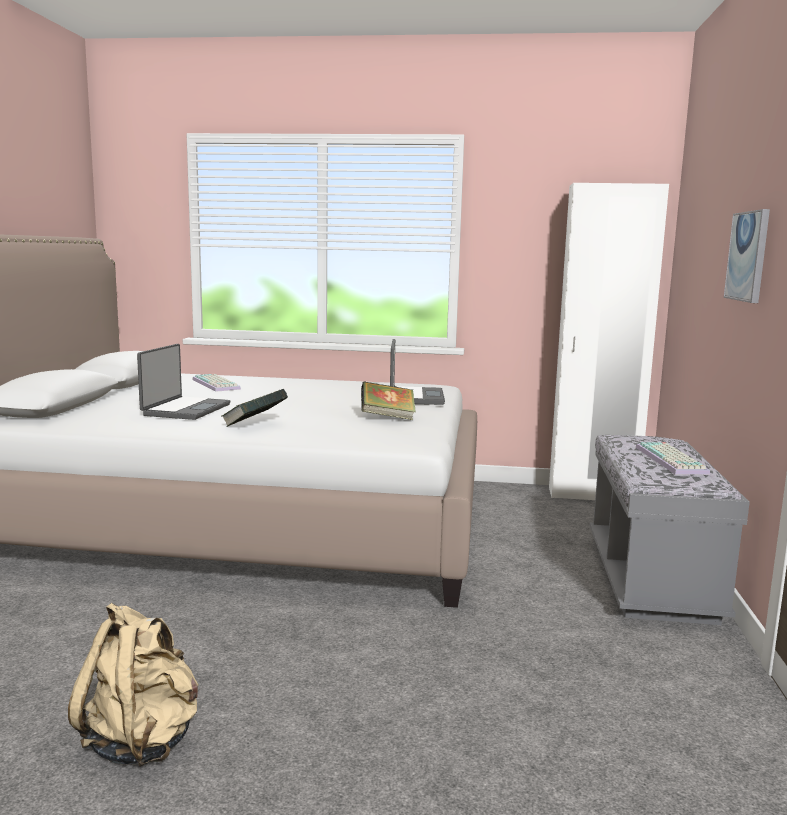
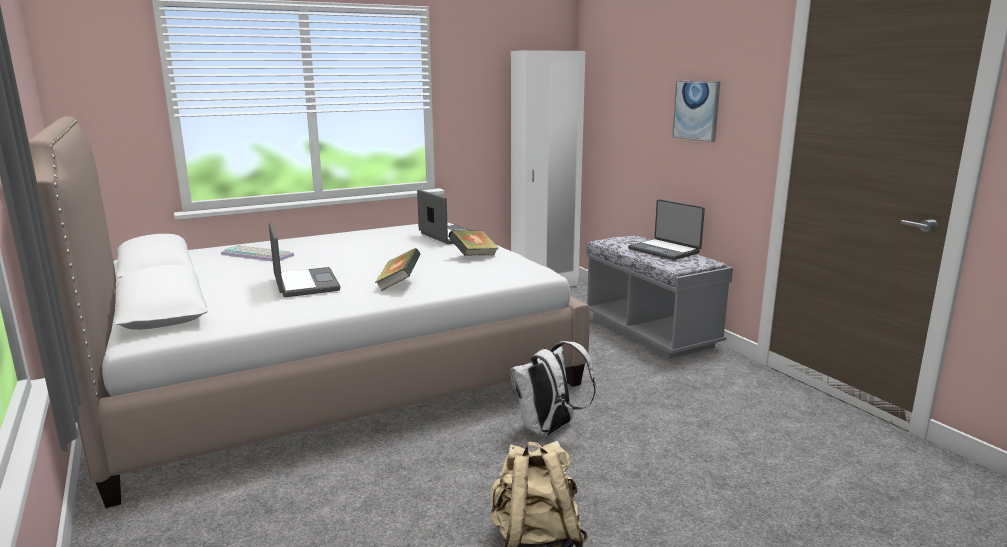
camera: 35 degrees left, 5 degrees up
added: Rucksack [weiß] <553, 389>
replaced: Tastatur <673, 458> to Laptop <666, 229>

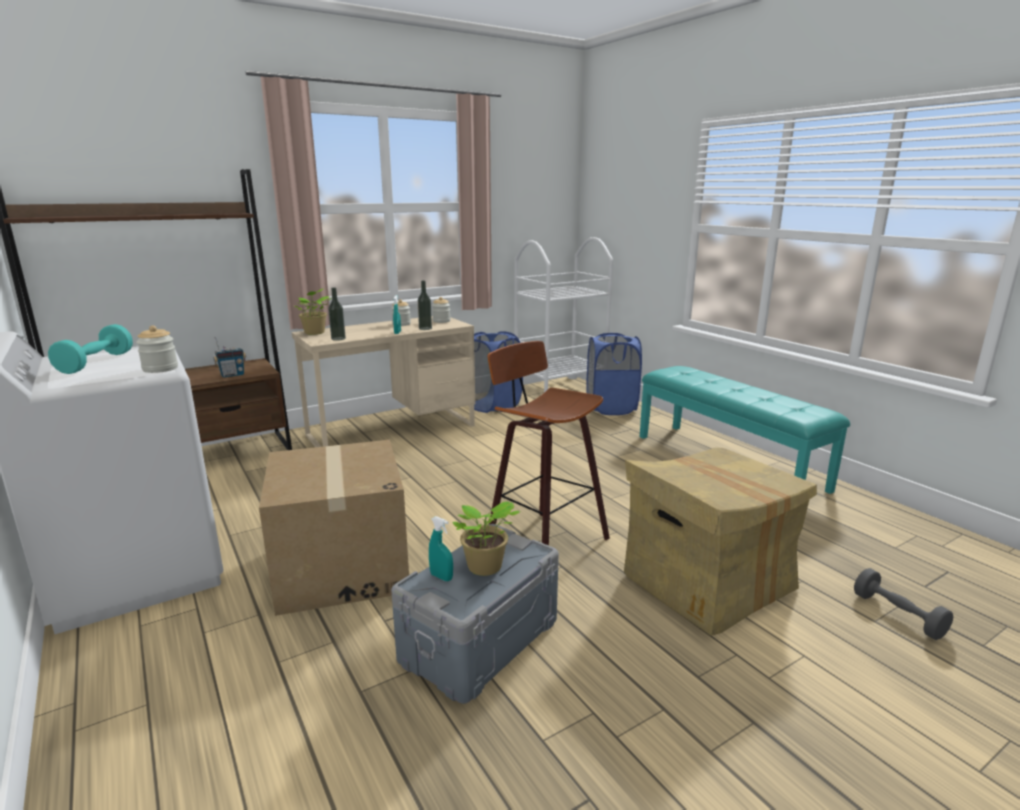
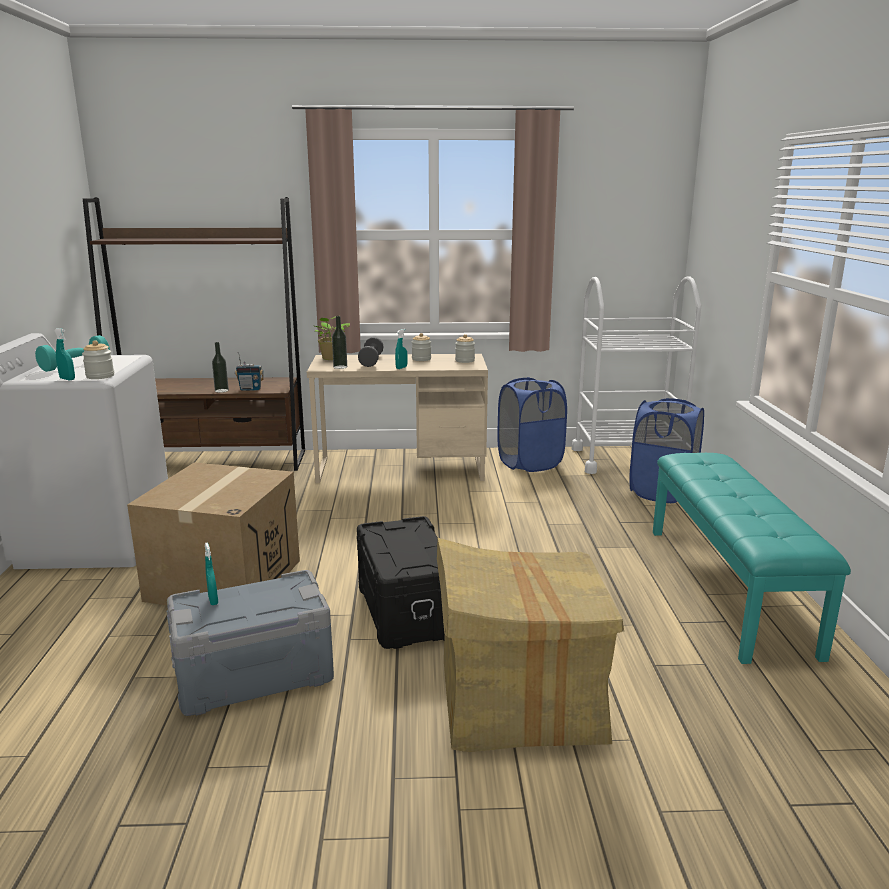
camera: 30 degrees right, 0 degrees up
removed: Topfpflanze <486, 539>
added: Sprühflasche [türkis] <64, 354>
moved: Flasche <425, 305> to <220, 367>; Hantel [grau] <903, 604> to <371, 352>
replaced: Hocker <549, 443> to Aufbewahrungsbox [schwarz] <401, 582>

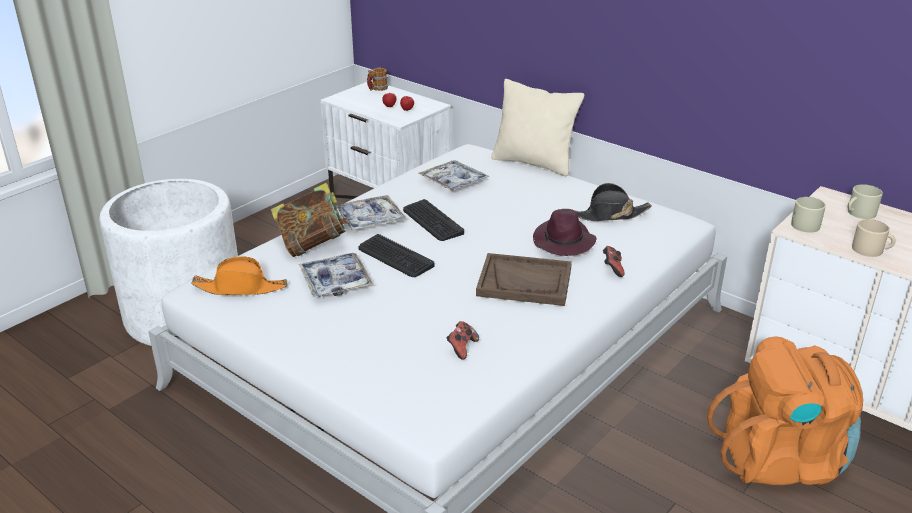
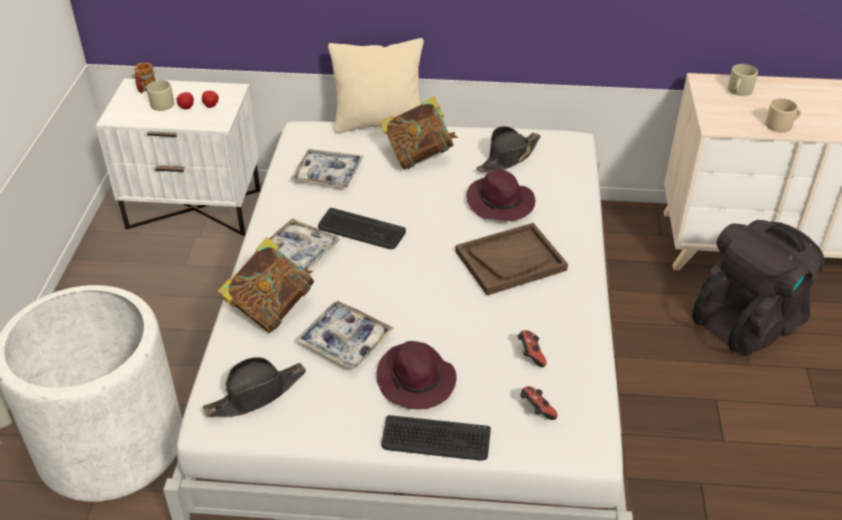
camera: 35 degrees left, 10 degrees up
added: Buch <419, 133>; Hut [lila] <416, 375>
moved: Henkelbecher [beige] <808, 215> to <160, 95>; Tastatur <396, 255> to <436, 438>; Gamepad <614, 261> to <539, 403>
recoloured: Hut [orange] <239, 275> to Hut [schwarz] <254, 387>; Rucksack [orange] <785, 410> to Rucksack [schwarz] <758, 288>

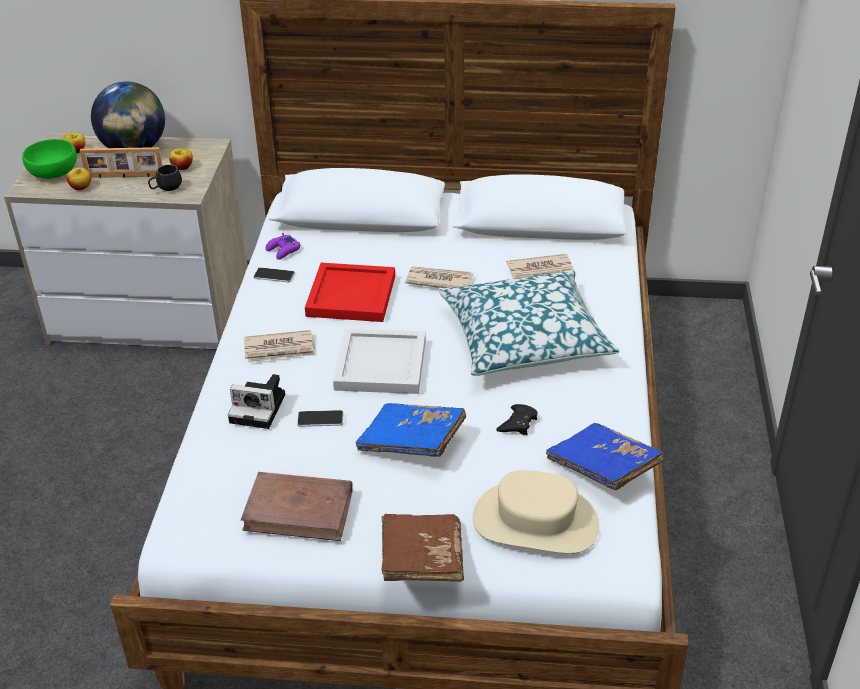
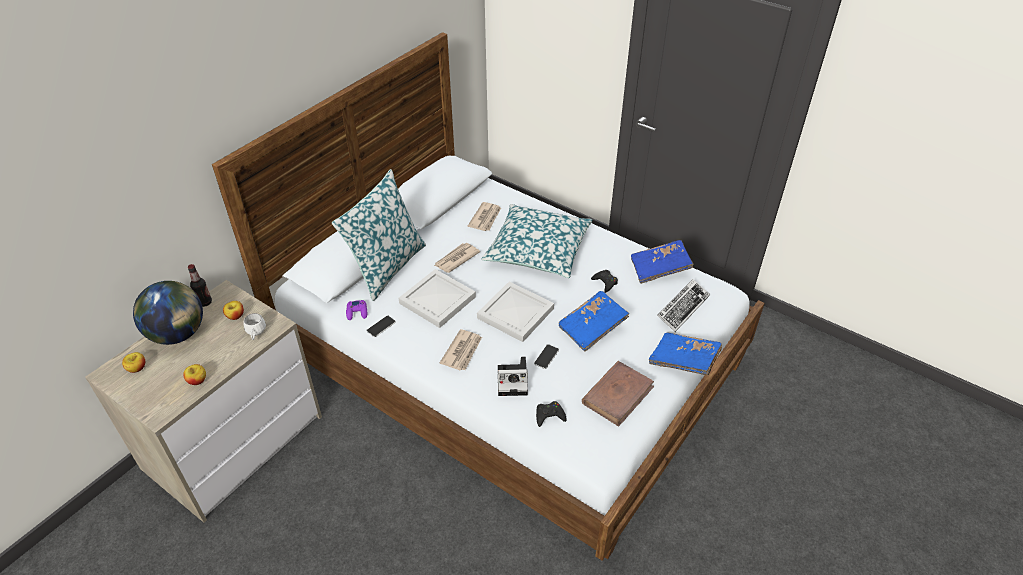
camera: 60 degrees left, 5 degrees up
removed: Schüssel [grün] <49, 159>; Bilderrahmen <121, 162>
added: Kissen <379, 235>; Flasche <200, 285>; Gamepad [schwarz] <551, 414>
replaced: Hut [beige] <536, 512> to Tastatur <683, 305>
recoloured: Henkelbecher [schwarz] <165, 178> to Henkelbecher [weiß] <255, 326>; Tablett [rot] <350, 292> to Tablett [weiß] <437, 298>; Buch [braun] <423, 548> to Buch [blau] <685, 354>
turned: Kamera <256, 401> = <513, 376> 45 degrees clockwise

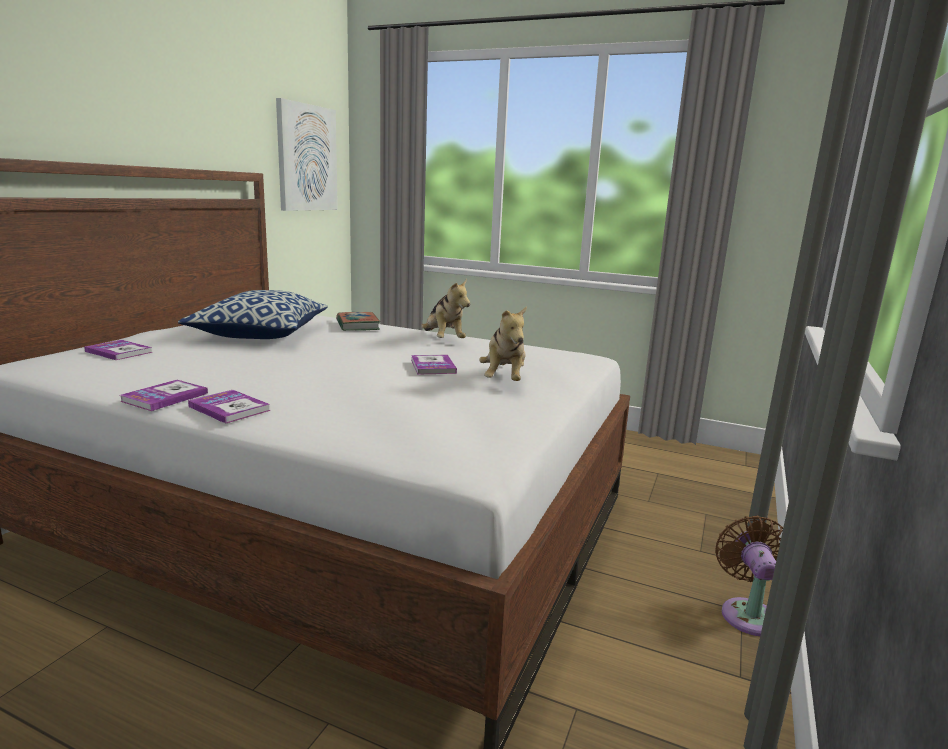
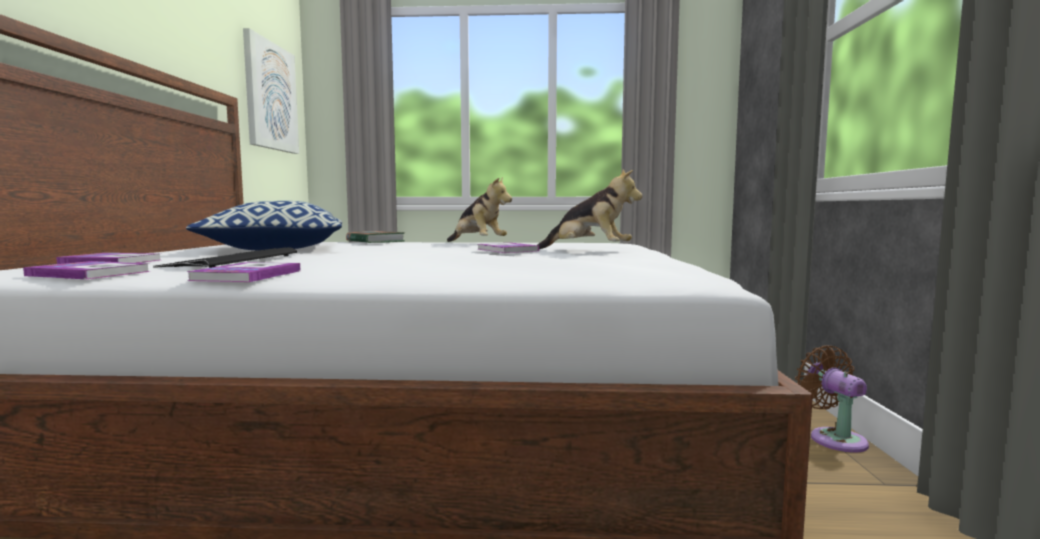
camera: 20 degrees left, 10 degrees down
added: Tastatur <225, 257>
moved: Buch <229, 407> to <86, 270>
turned: Plüschtier <503, 343> = <590, 209> 45 degrees counterclockwise

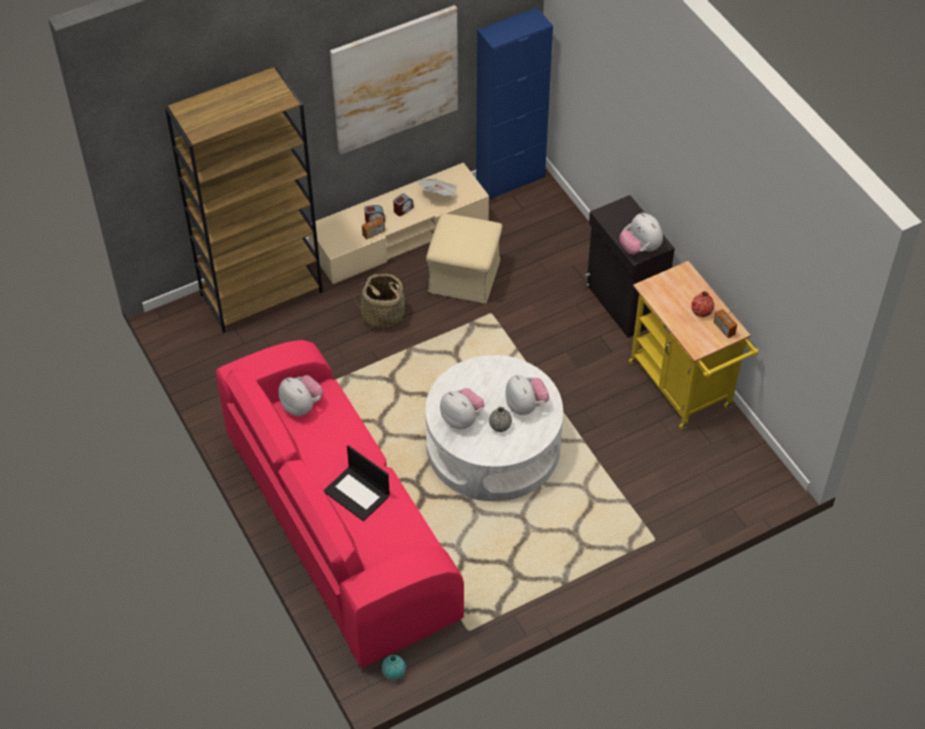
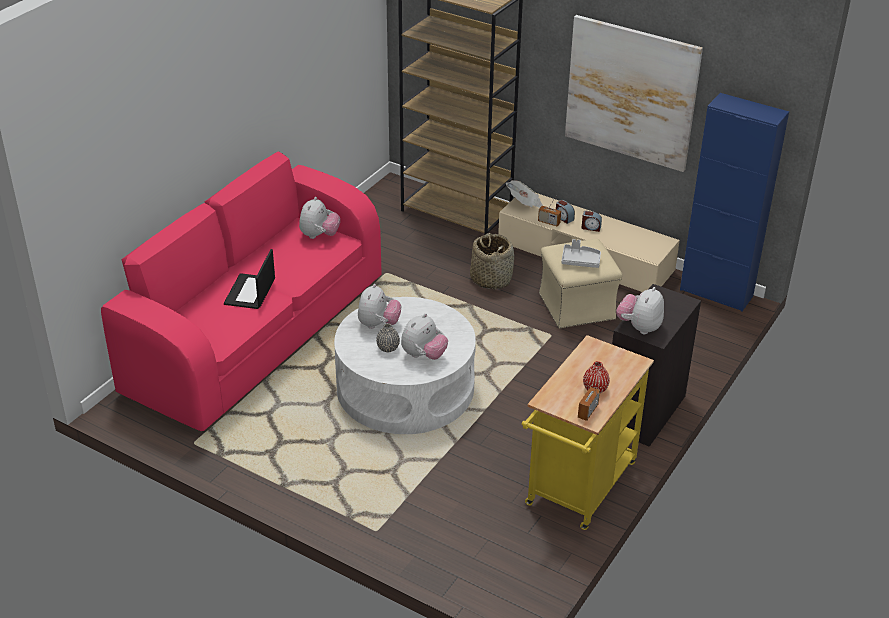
camera: 60 degrees right, 15 degrees down
removed: Vase [türkis] <393, 667>
added: Tablett [grau] <581, 253>
moved: Zeitung <437, 187> to <524, 194>

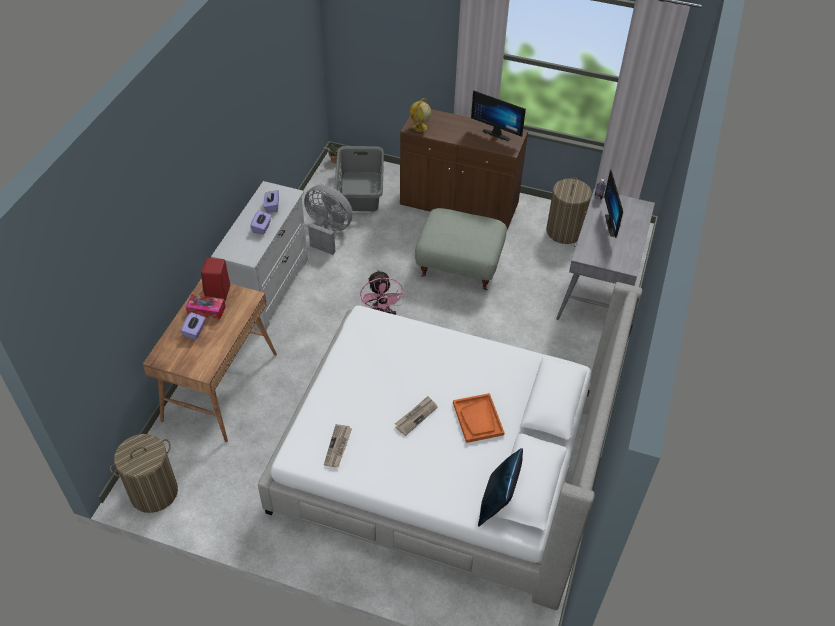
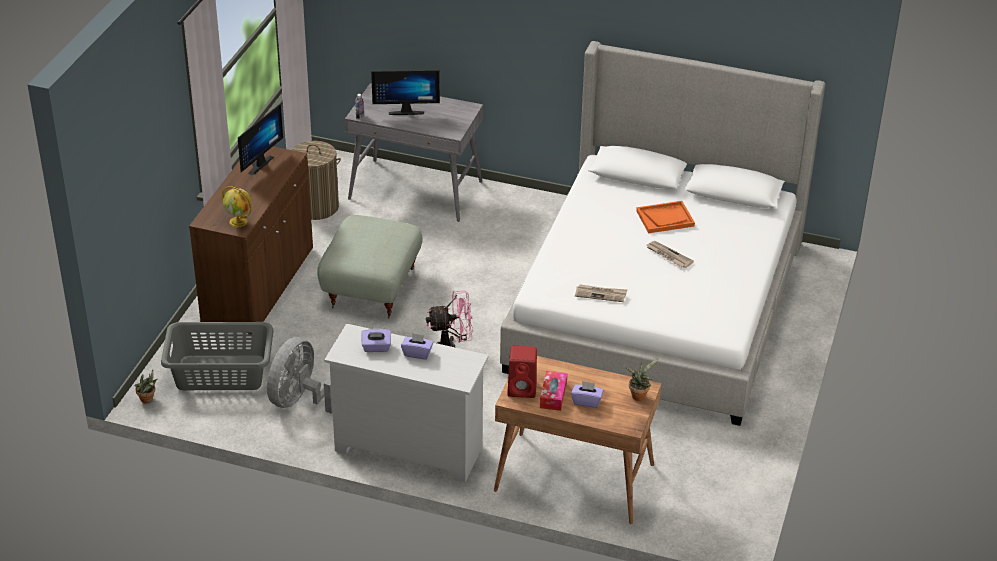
camera: 90 degrees left, 10 degrees down
removed: Wäschekorb <144, 473>; Kissen [blau] <500, 487>
added: Topfpflanze <643, 379>
moved: Zeitung <338, 446> to <601, 293>

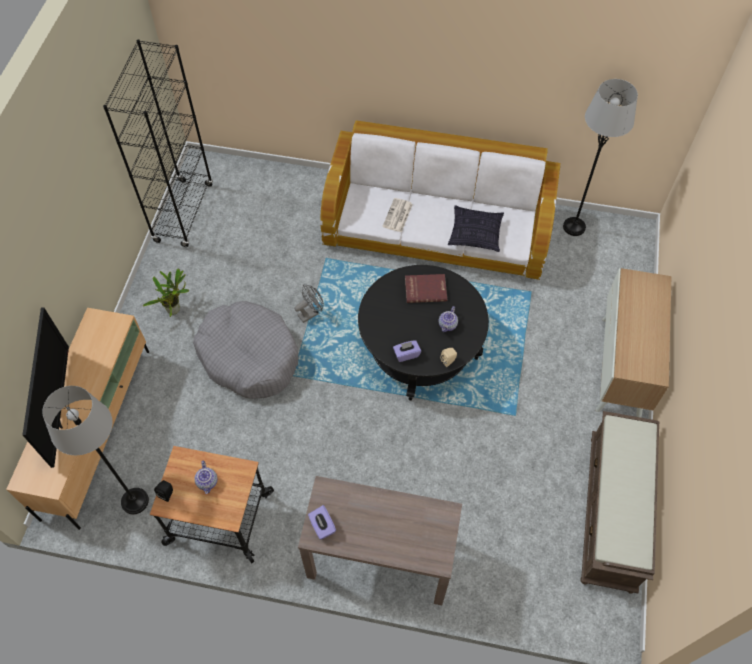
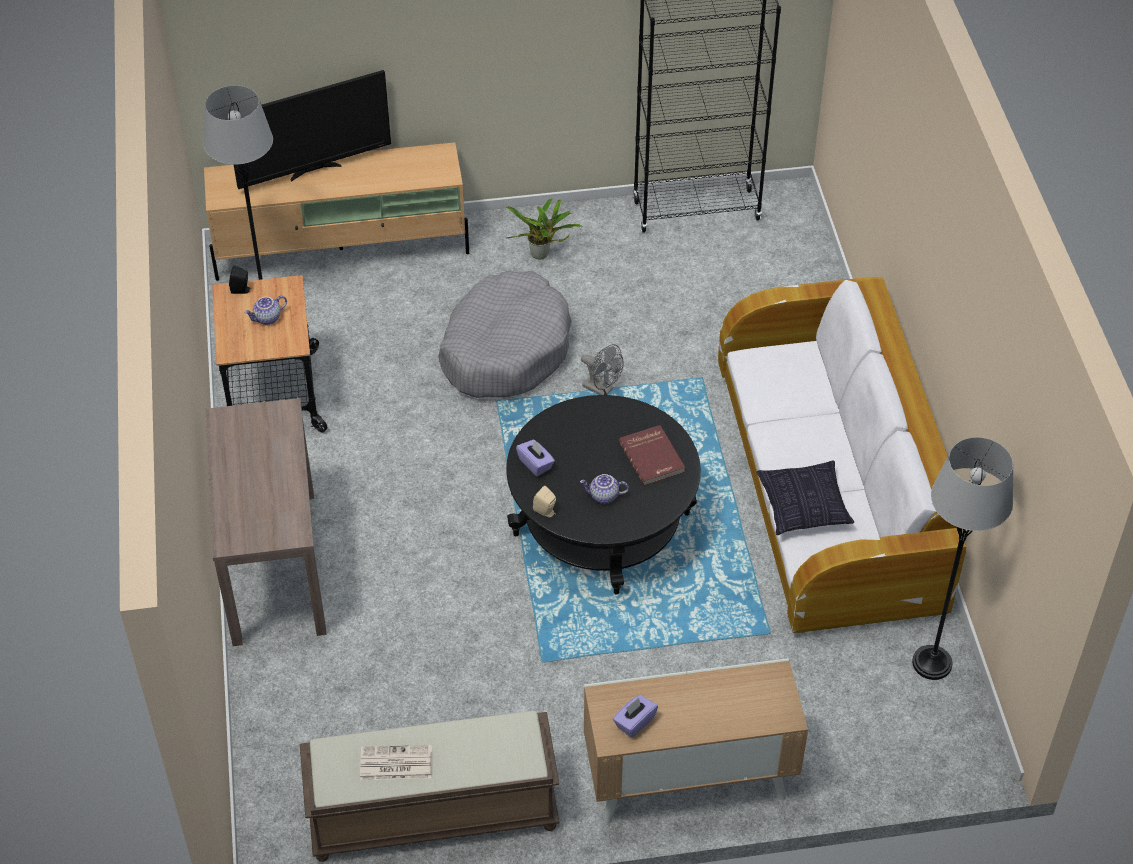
camera: 70 degrees right, 10 degrees down
moved: Zeitung <397, 215> to <396, 762>; Taschentuchbox [lila] <322, 522> to <635, 716>

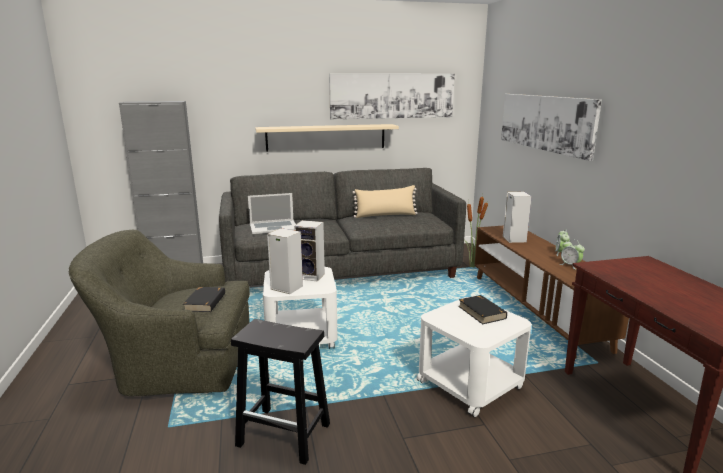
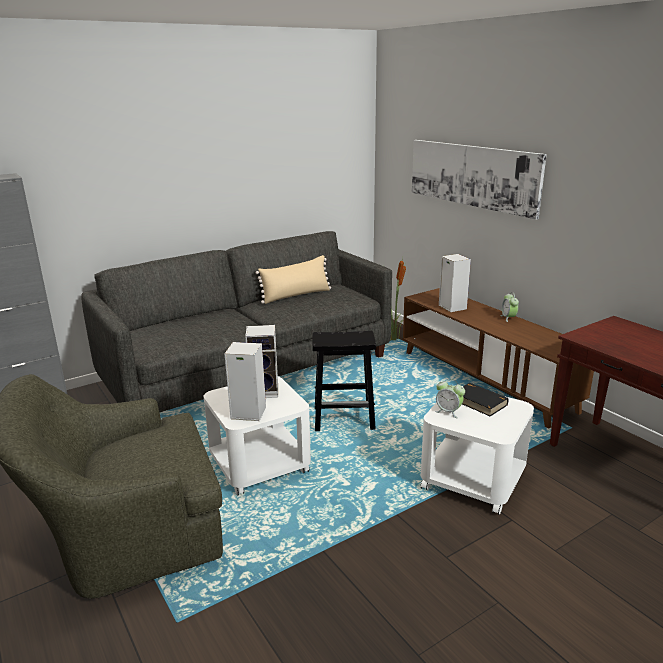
camera: 20 degrees left, 5 degrees up
removed: Bild <392, 96>; Wandregal [beige] <327, 138>; Laptop <272, 213>; Buch [schwarz] <203, 299>
moved: Wecker <572, 255> to <450, 398>; Hocker [schwarz] <280, 392> to <344, 381>

